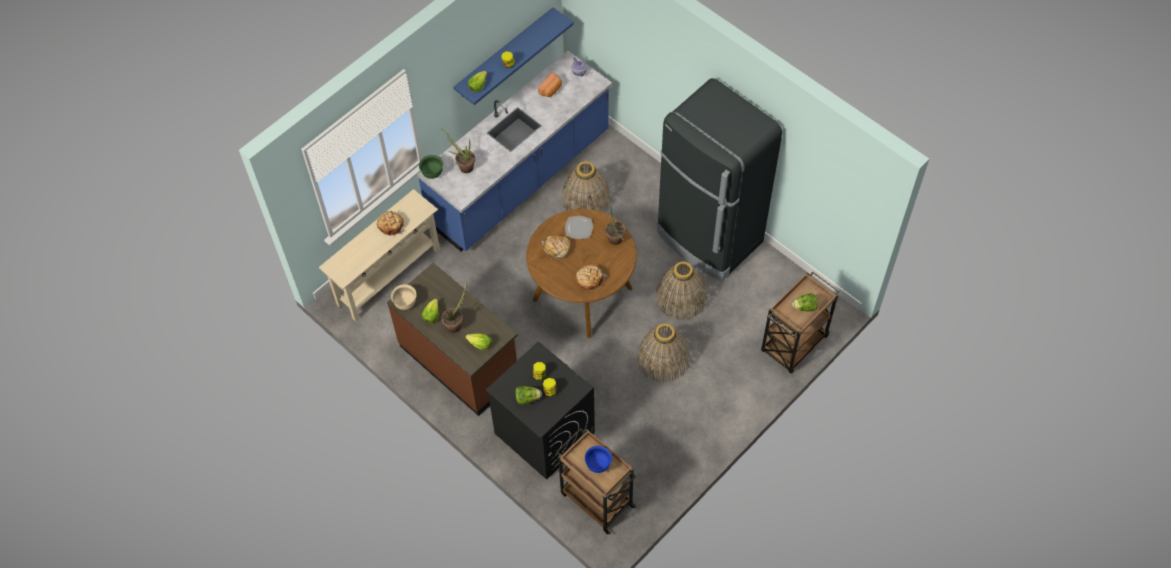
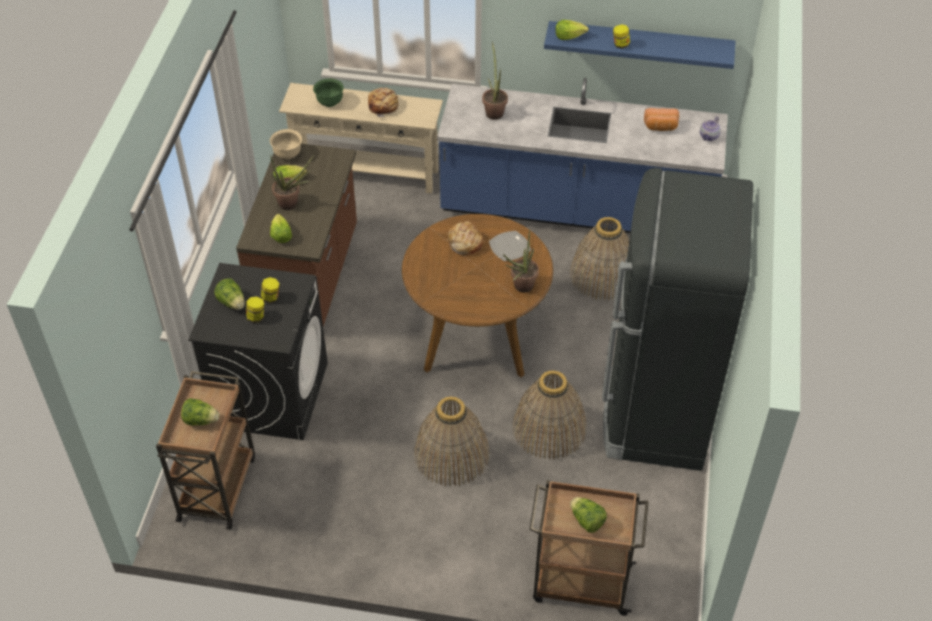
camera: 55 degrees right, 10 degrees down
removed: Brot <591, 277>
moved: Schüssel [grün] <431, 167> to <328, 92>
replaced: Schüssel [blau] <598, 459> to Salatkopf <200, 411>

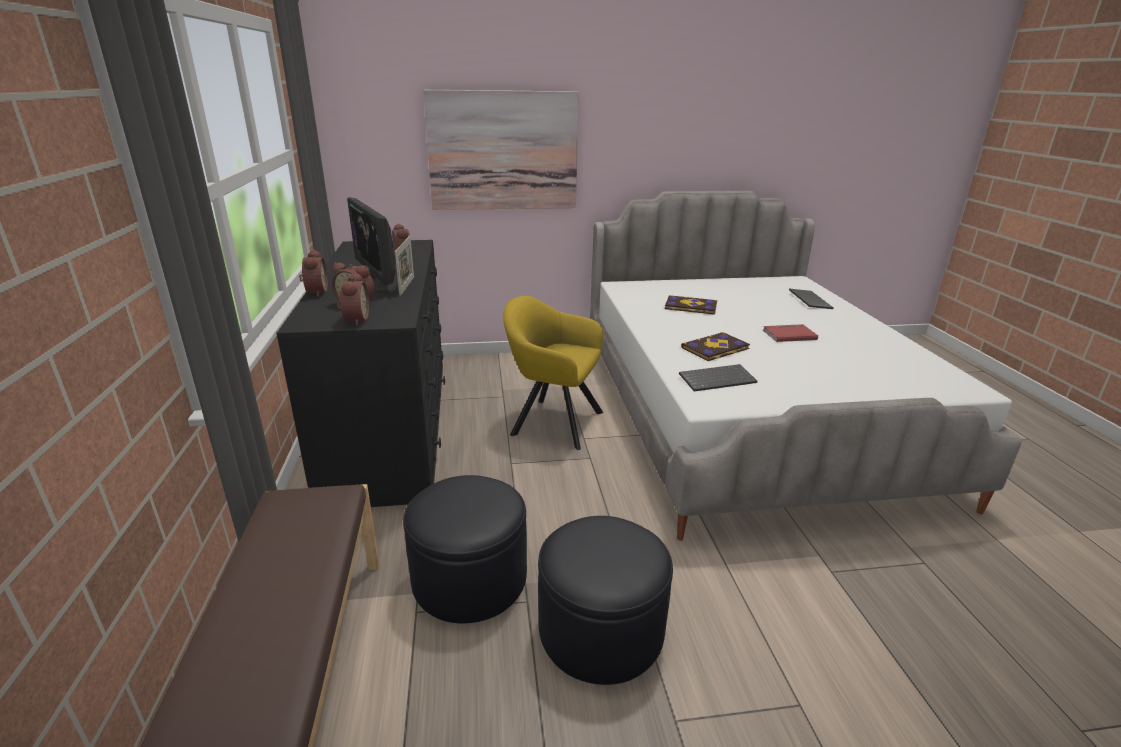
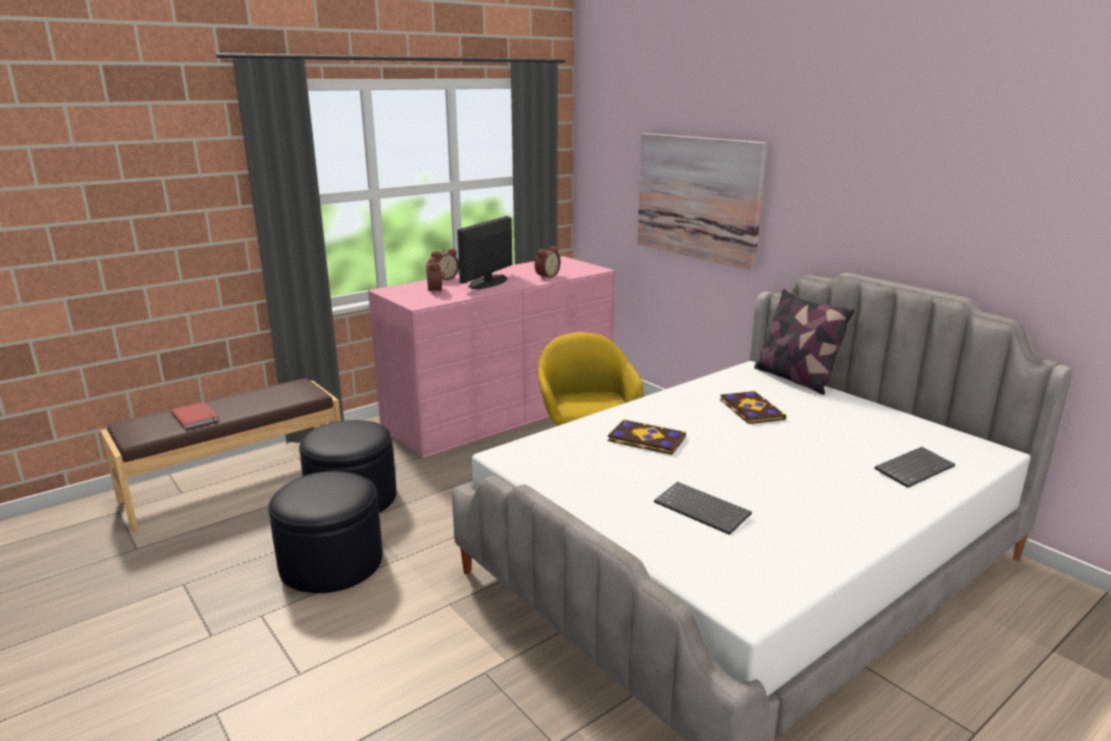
camera: 60 degrees right, 5 degrees down
removed: Bilderrahmen <404, 266>; Wecker <353, 299>
added: Kissen <804, 342>
moved: Buch [rot] <790, 333> to <195, 415>; Tastatur <718, 378> to <703, 508>
recoloured: Kommode [schwarz] <361, 373> to Kommode [rosa] <492, 357>

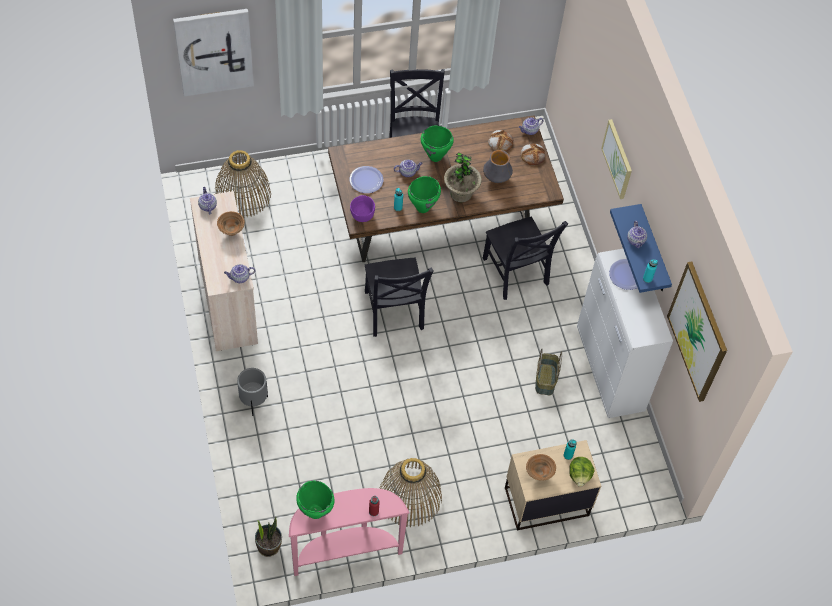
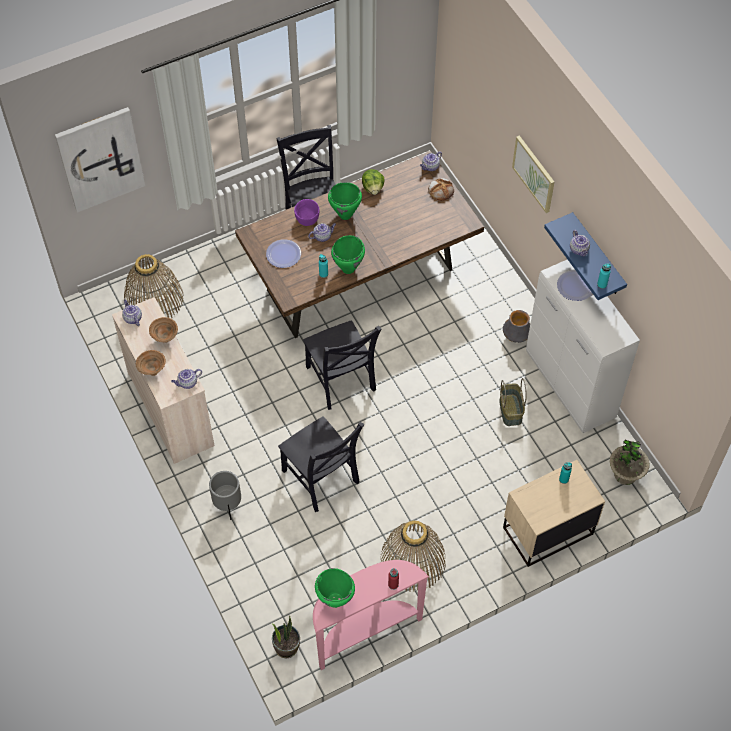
camera: 10 degrees left, 0 degrees up
removed: Brot <500, 140>; Bild <697, 331>
moved: Vase <498, 166> to <516, 326>; Topfpflanze <463, 177> to <629, 462>; Schüssel [lila] <362, 208> to <306, 212>; Stuhl [schwarz] <525, 258> to <321, 464>; Schüssel [braun] <541, 467> to <151, 363>; Salatkopf <582, 472> to <373, 182>

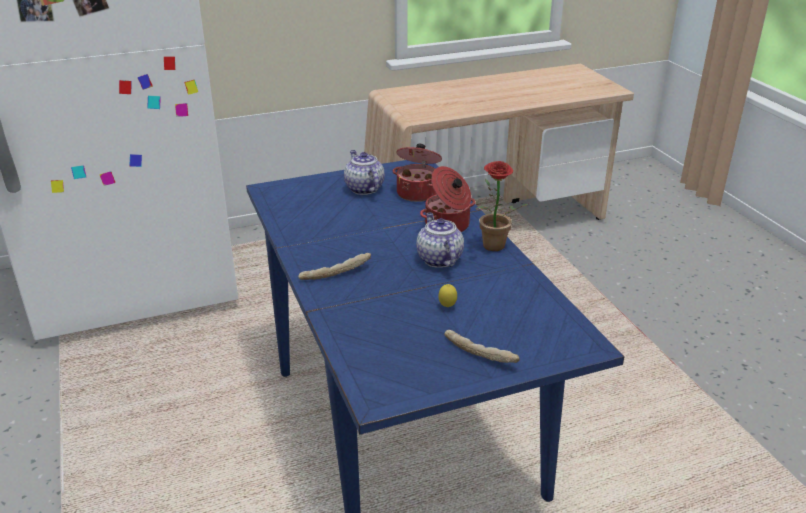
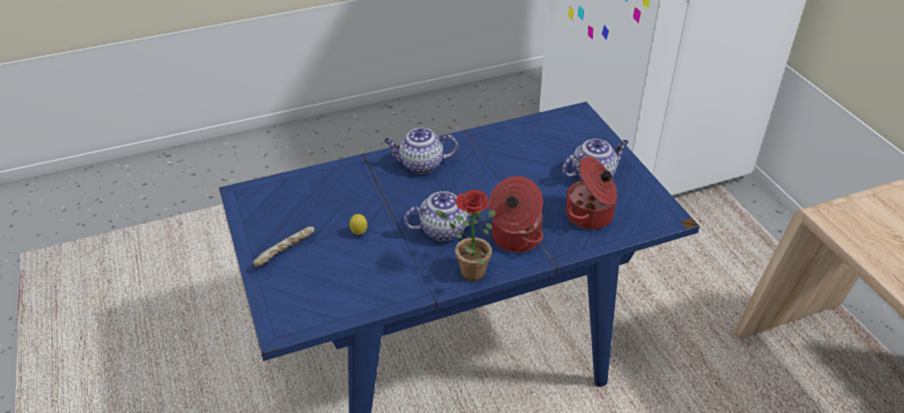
camera: 90 degrees right, 10 degrees up
replaced: Brot <334, 266> to Teekanne <421, 151>

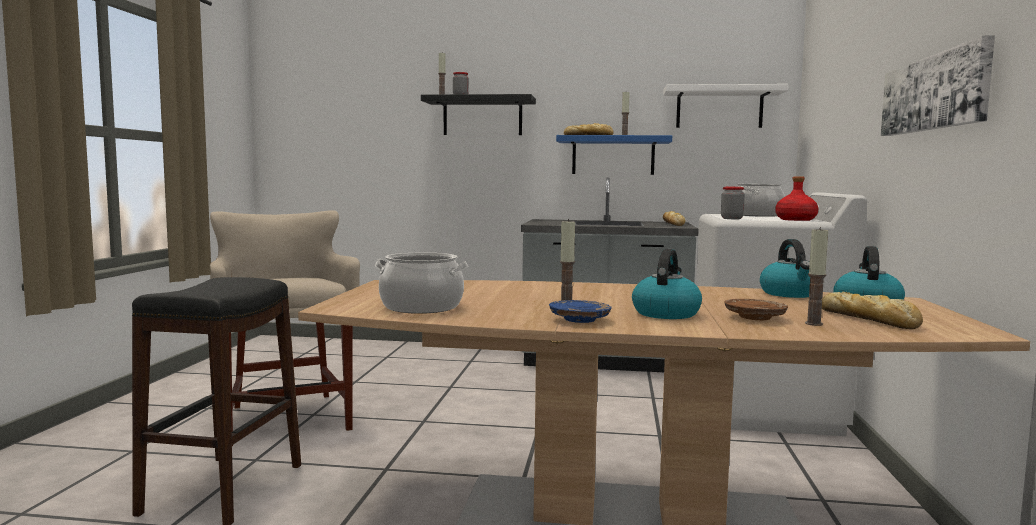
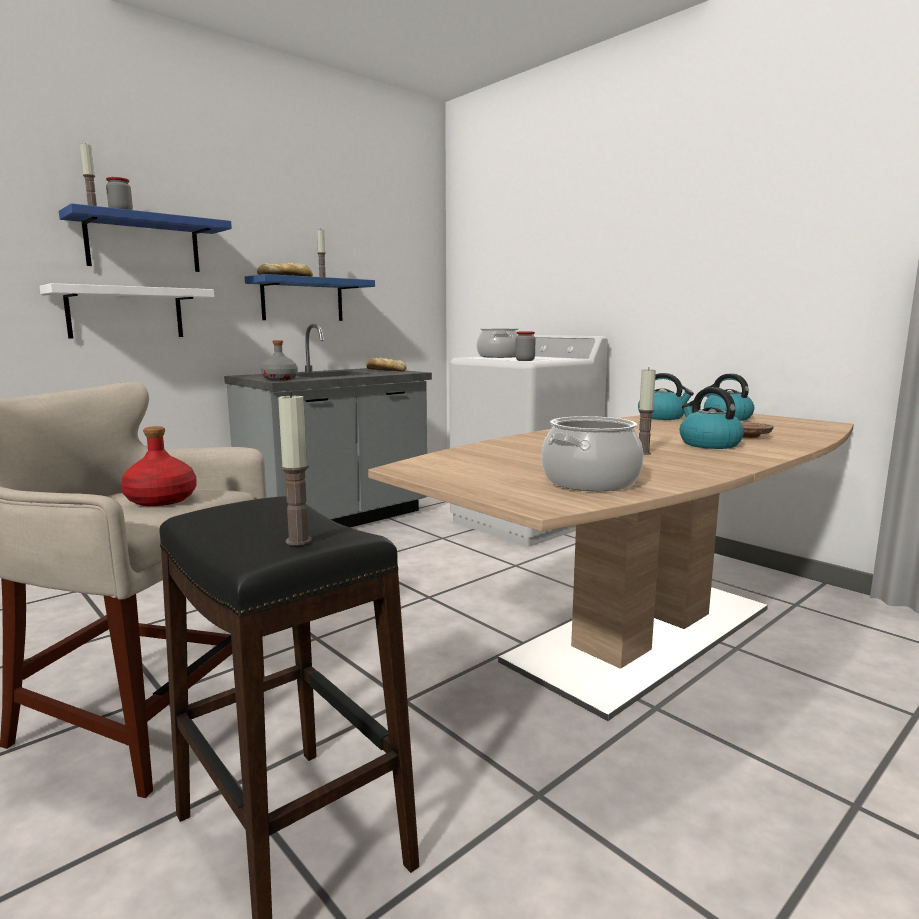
camera: 50 degrees left, 5 degrees up
removed: Bild <938, 85>; Brot <872, 310>; Teller [blau] <580, 311>
added: Flasche [grau] <279, 360>
moved: Wandregal [weiß] <725, 106> to <127, 310>; Flasche [rot] <796, 199> to <159, 466>; Kerze <816, 276> to <295, 468>
recoloured: Wandregal [schwarz] <478, 114> to Wandregal [blau] <145, 237>

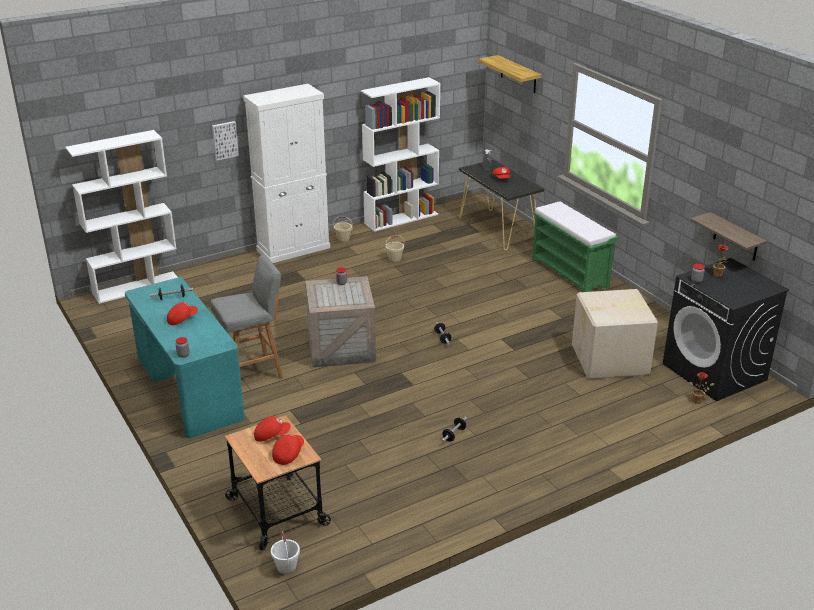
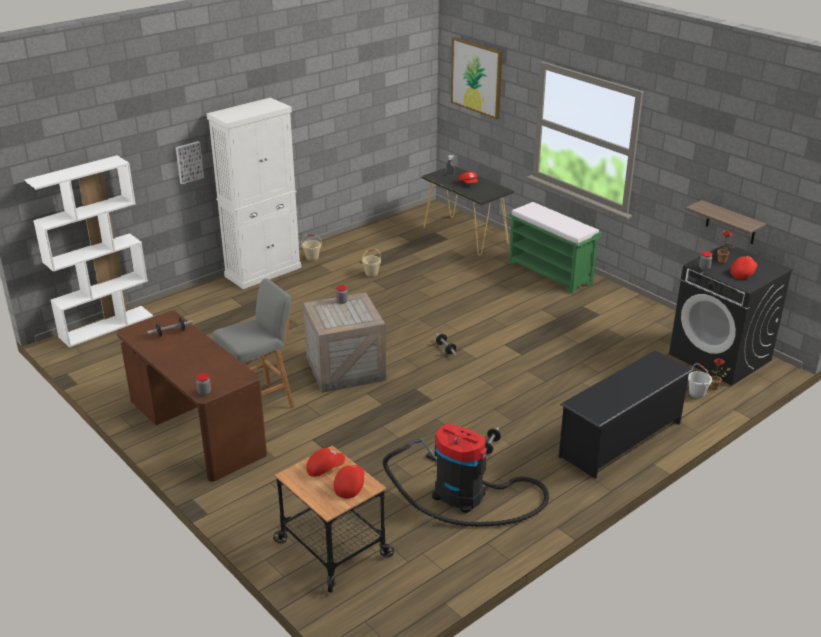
camera: 10 degrees left, 0 degrees up
removed: Bücherregal [weiß] <401, 154>; Karton <615, 334>
added: Schuhregal [schwarz] <626, 414>; Staubsauger <466, 475>
moved: Kappe [rot] <182, 313> to <743, 267>; Eimer [weiß] <285, 552> to <700, 381>
replaced: Wandregal <509, 74> to Bild <476, 78>
recoloured: Schreibtisch [türkis] <185, 357> to Schreibtisch [braun] <191, 396>

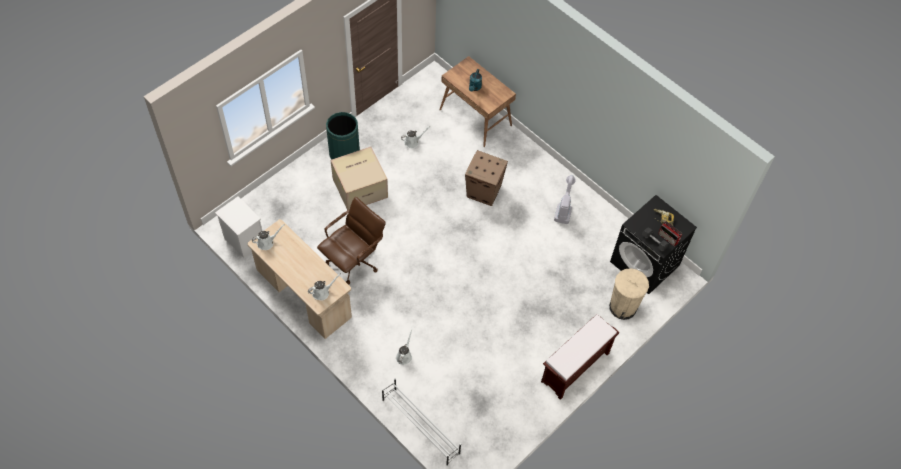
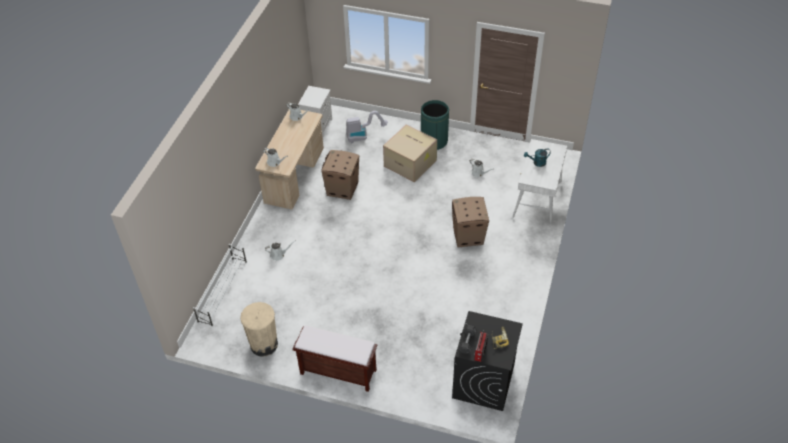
camera: 65 degrees right, 10 degrees down
moved: Staubsauger <565, 199> to <367, 127>; Mülleimer [beige] <629, 294> to <259, 329>
replaced: Bürostuhl [braun] <351, 241> to Karton <340, 175>
recoloured: Schreibtisch [braun] <478, 101> to Schreibtisch [weiß] <539, 182>

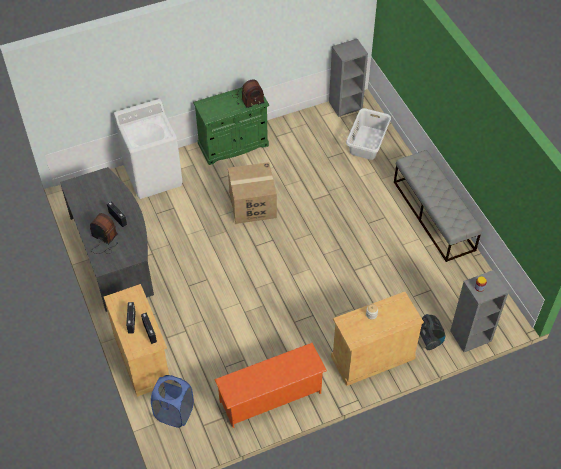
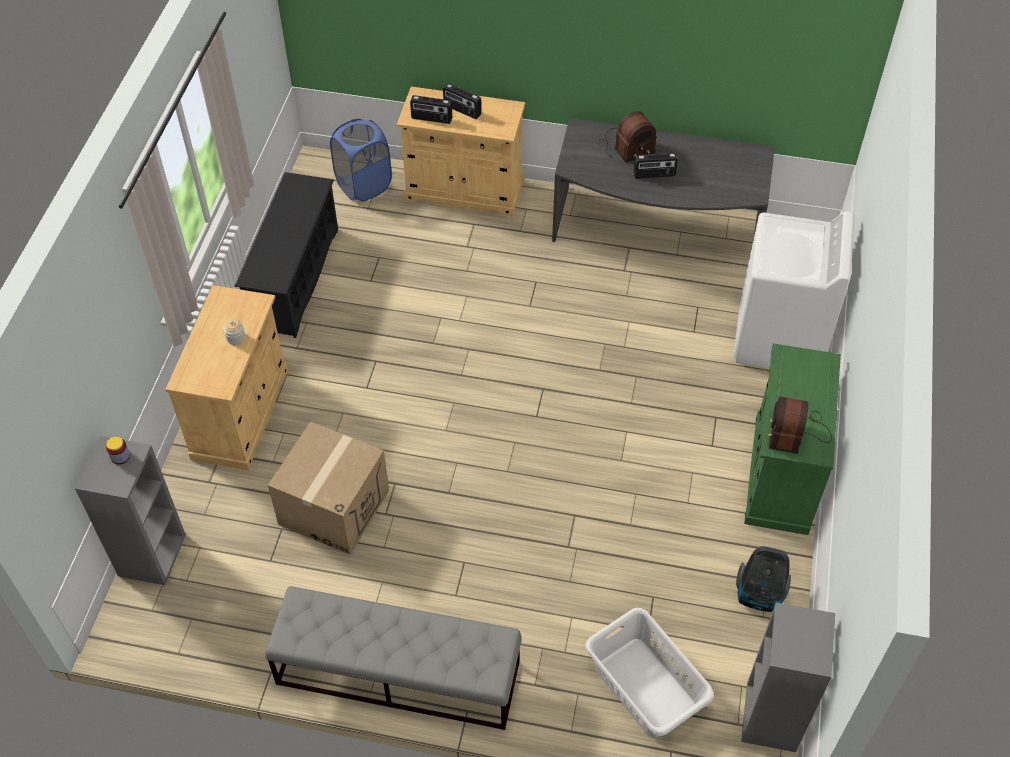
camera: 125 degrees right, 0 degrees up
moved: Karton <252, 193> to <328, 488>; Staubsauger <432, 332> to <763, 579>
recoloured: Schuhregal [orange] <270, 385> to Schuhregal [schwarz] <286, 255>

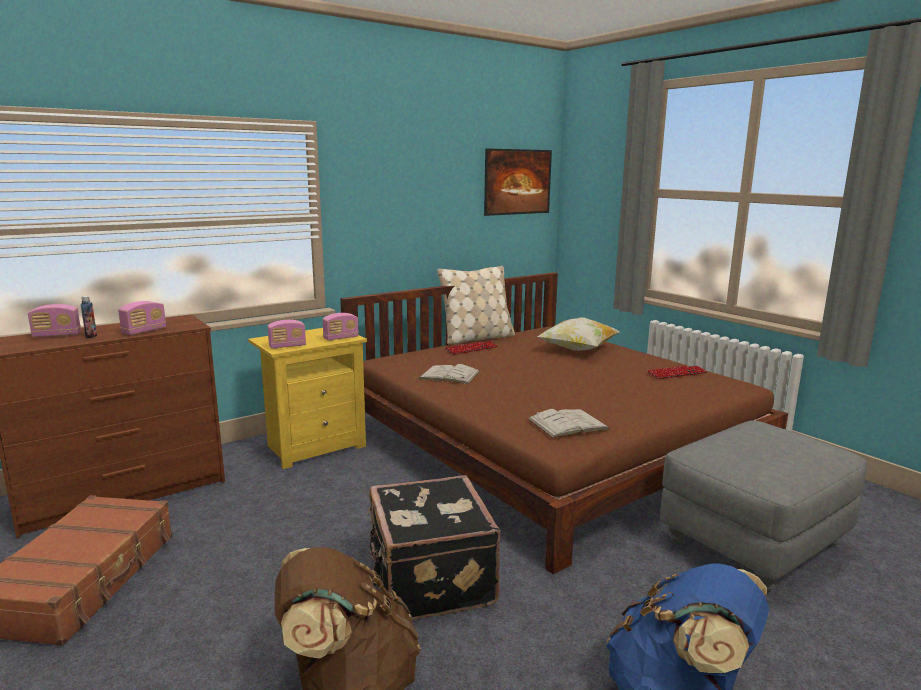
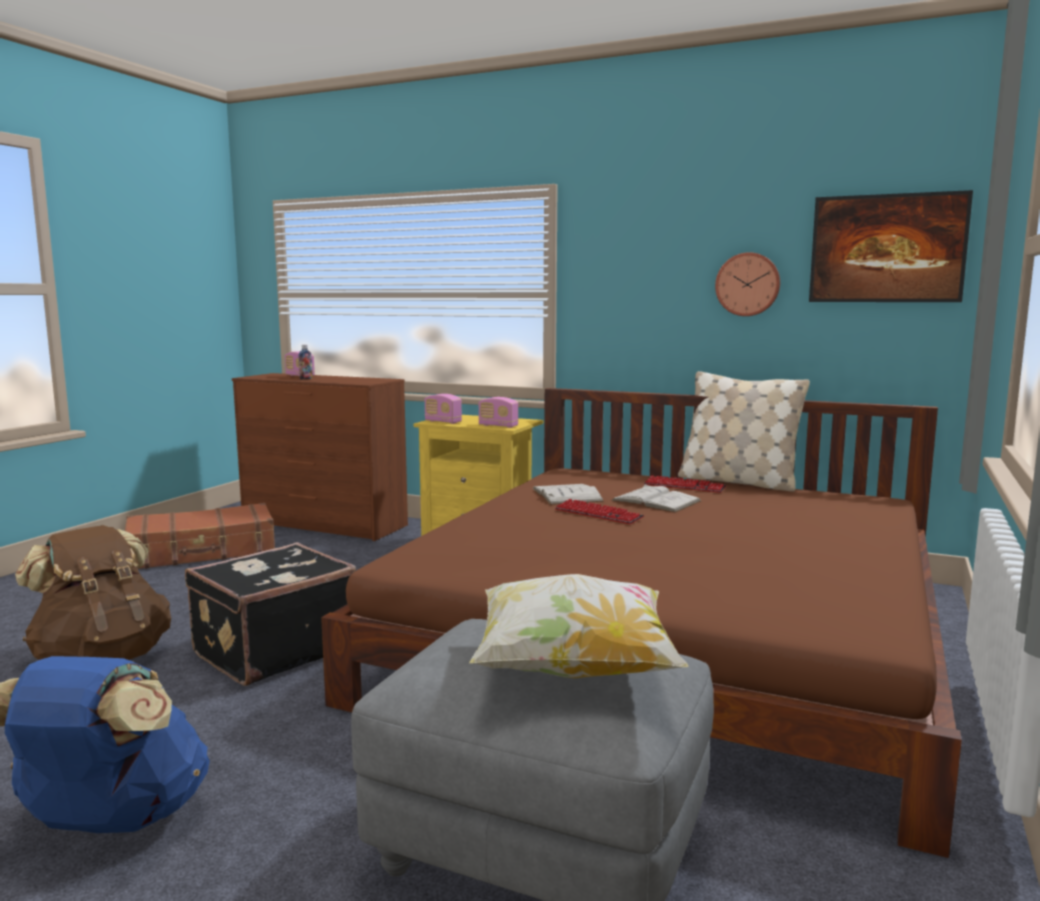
camera: 60 degrees right, 5 degrees down
removed: Radio <142, 318>
added: Wanduhr <747, 284>
moved: Kissen <578, 334> to <578, 626>; Tastatur <677, 372> to <599, 511>; Buch [weiß] <569, 423> to <656, 498>

